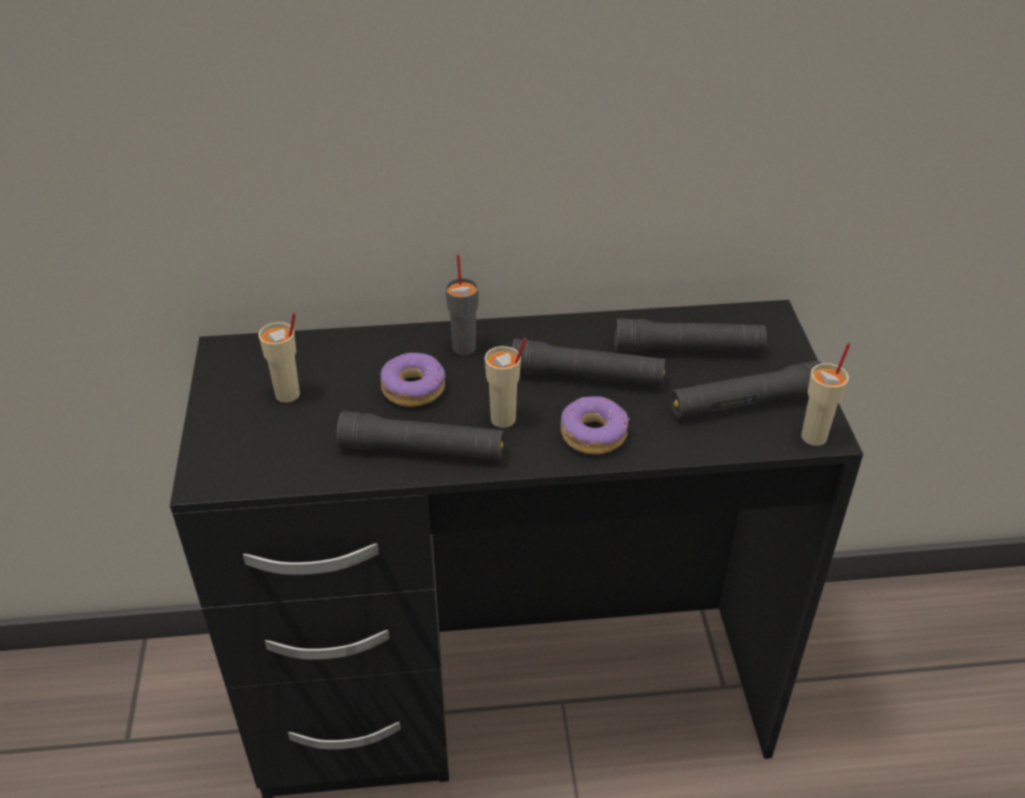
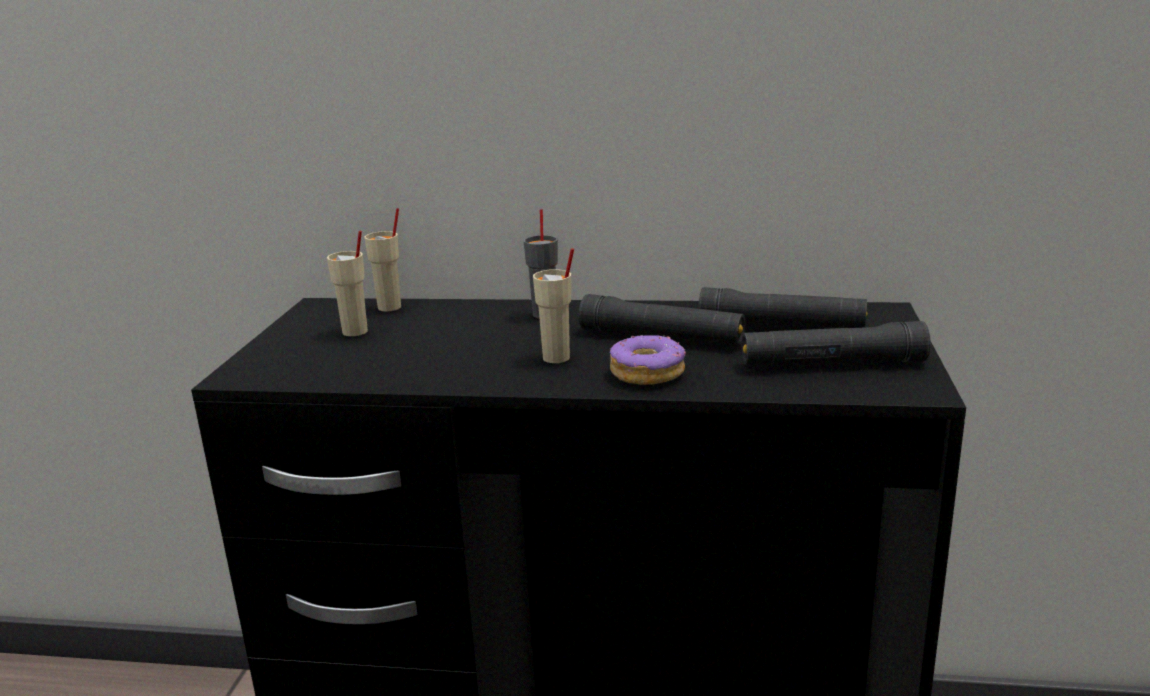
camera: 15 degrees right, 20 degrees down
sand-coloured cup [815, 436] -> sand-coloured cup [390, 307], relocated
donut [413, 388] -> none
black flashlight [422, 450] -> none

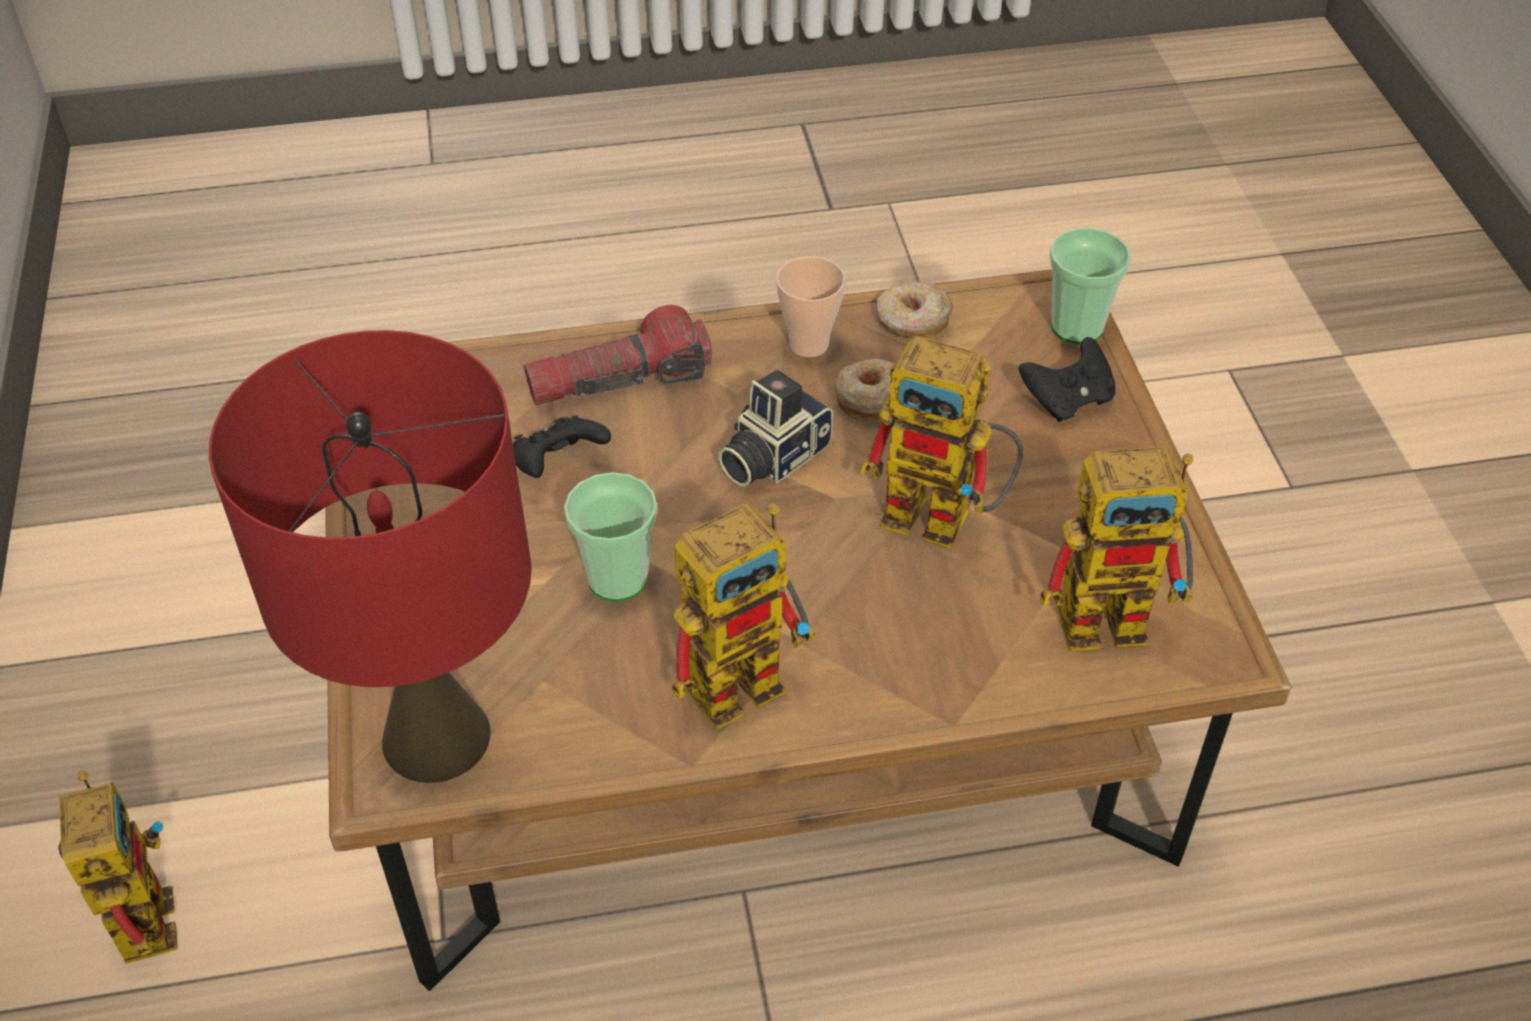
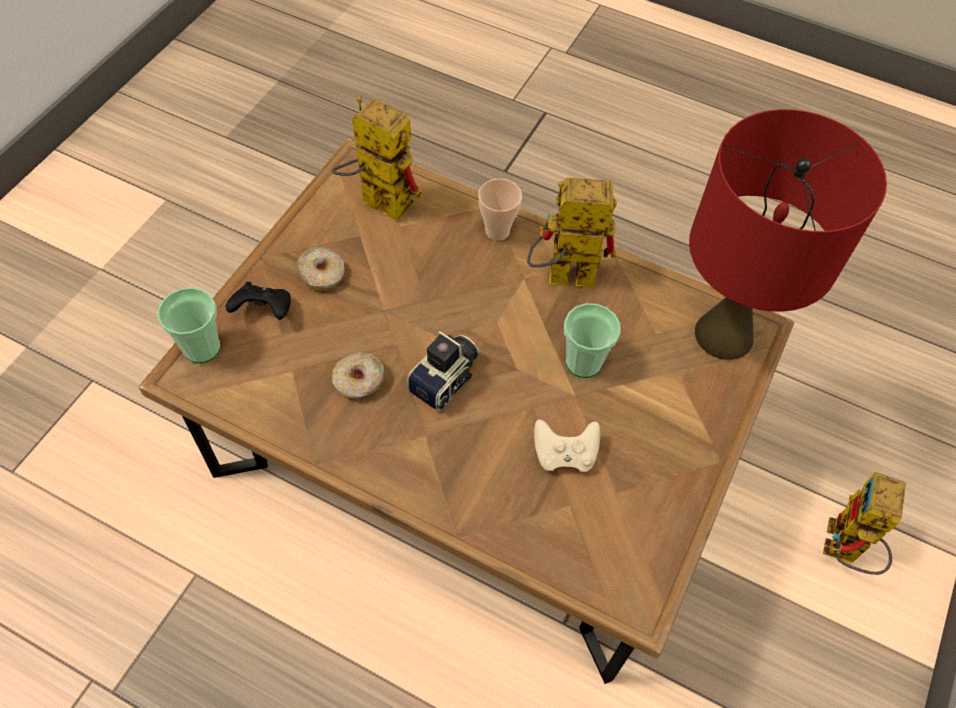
camera: 145 degrees left, 10 degrees up
cup [809, 344] -> cup [497, 231], relocated
donut [912, 321] -> donut [322, 274], relocated
flashlight [620, 380] -> none
toy robot [945, 518] -> none
photo camera [771, 457] -> photo camera [446, 381], 45 degrees counterclockwise
black game controller [559, 465] -> sand-coloured game controller [564, 454]

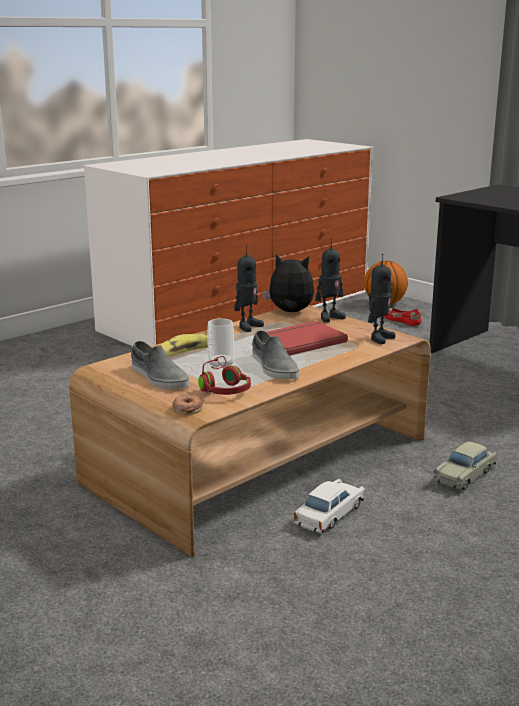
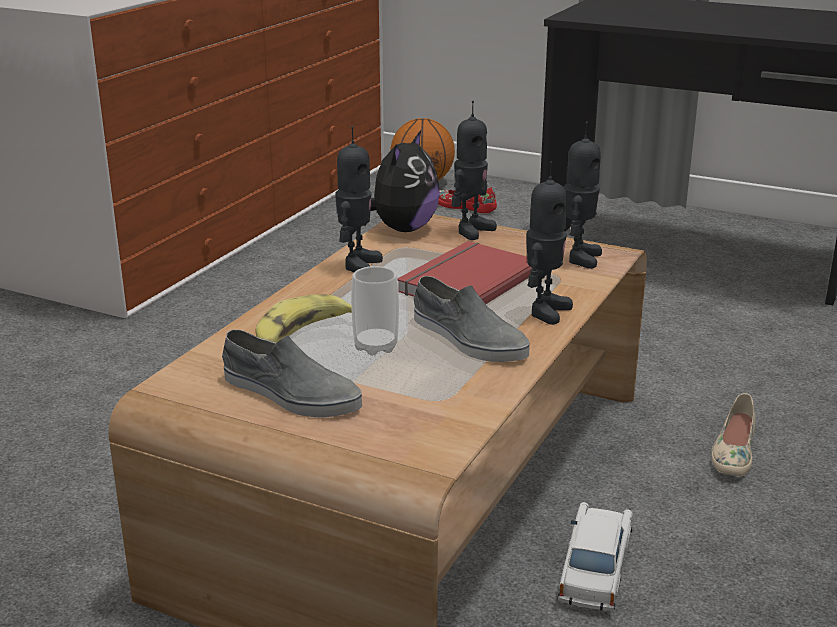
camera: 20 degrees left, 5 degrees up
soft toy [290, 312] -> soft toy [402, 228], 120 degrees clockwise
red-coloured pair of headphones [223, 387] -> none
donut [187, 408] -> none
sand-coloured model car [465, 475] -> sand-coloured low shoe [733, 452]
none -> toy robot [545, 311]

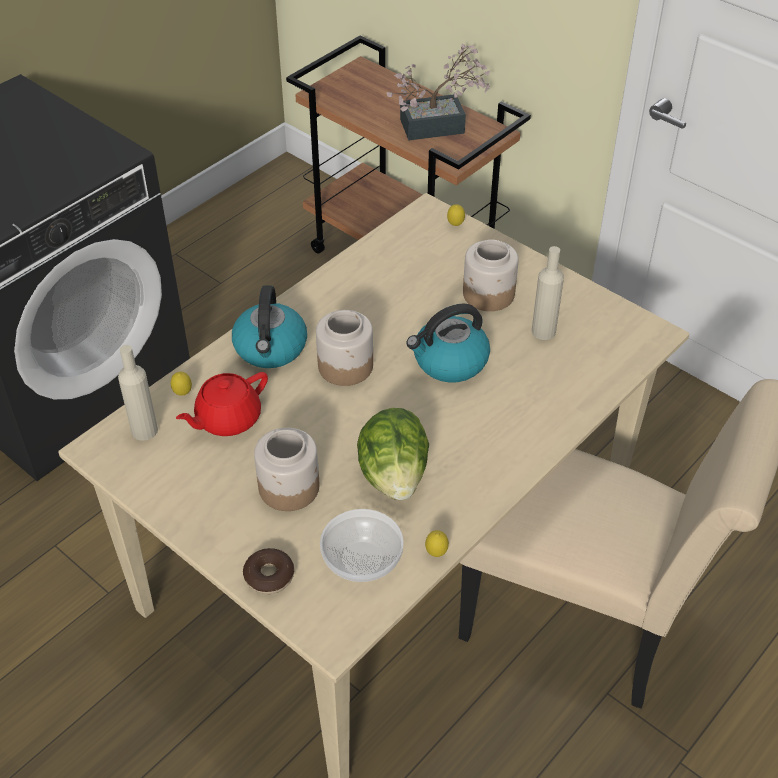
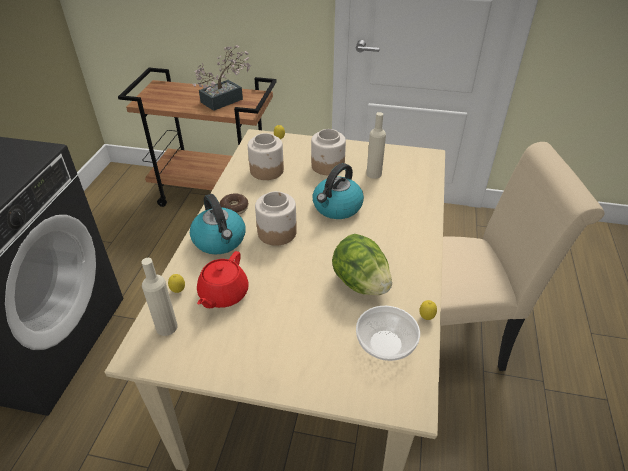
camera: 30 degrees left, 5 degrees down
storage jar [290, 487] -> storage jar [267, 170], relocated
donut [269, 576] -> donut [234, 208], relocated

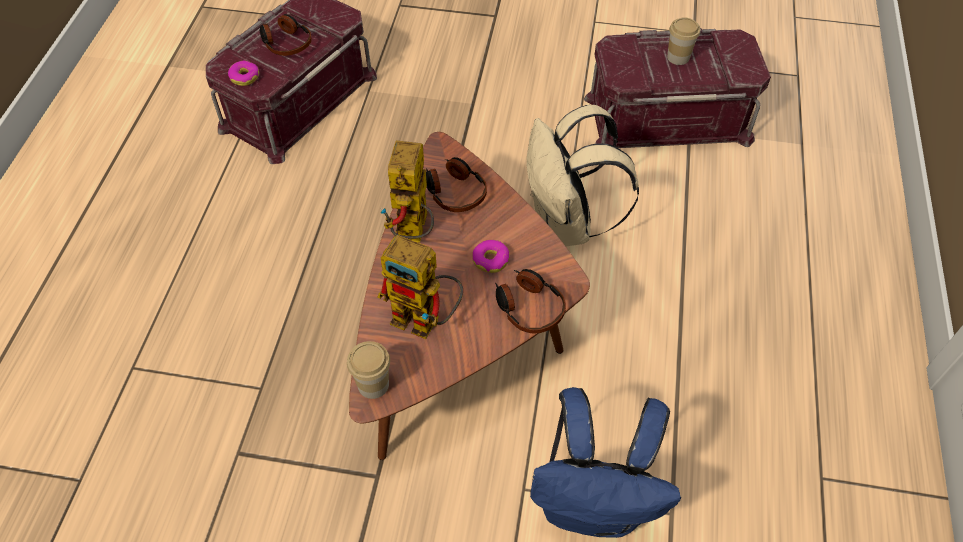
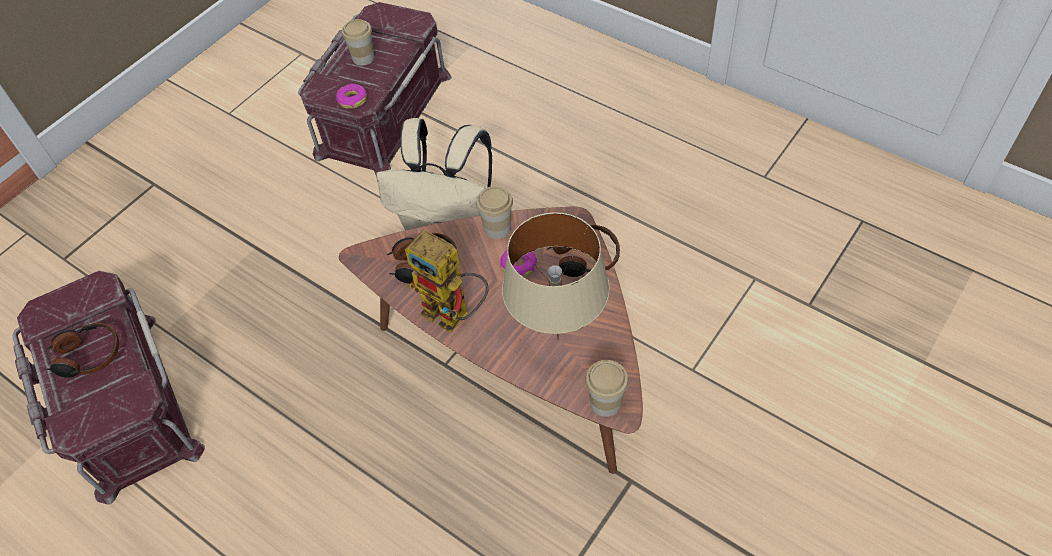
camera: 60 degrees left, 0 degrees up
donut [244, 77] -> donut [352, 100], relocated
toy robot [426, 320] -> sand-coloured tabletop lamp [557, 338]
bluish rucksack [592, 505] -> none
none -> cup [497, 228]

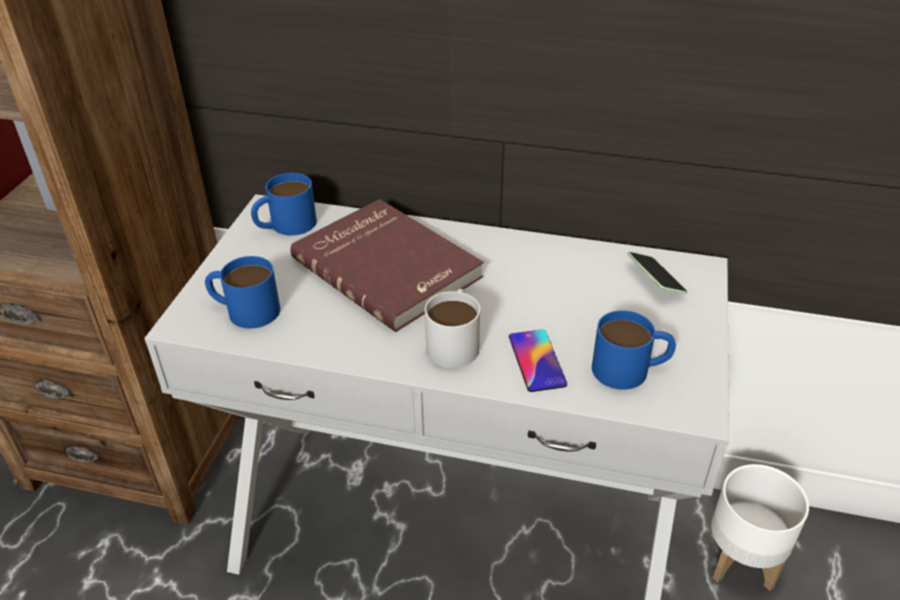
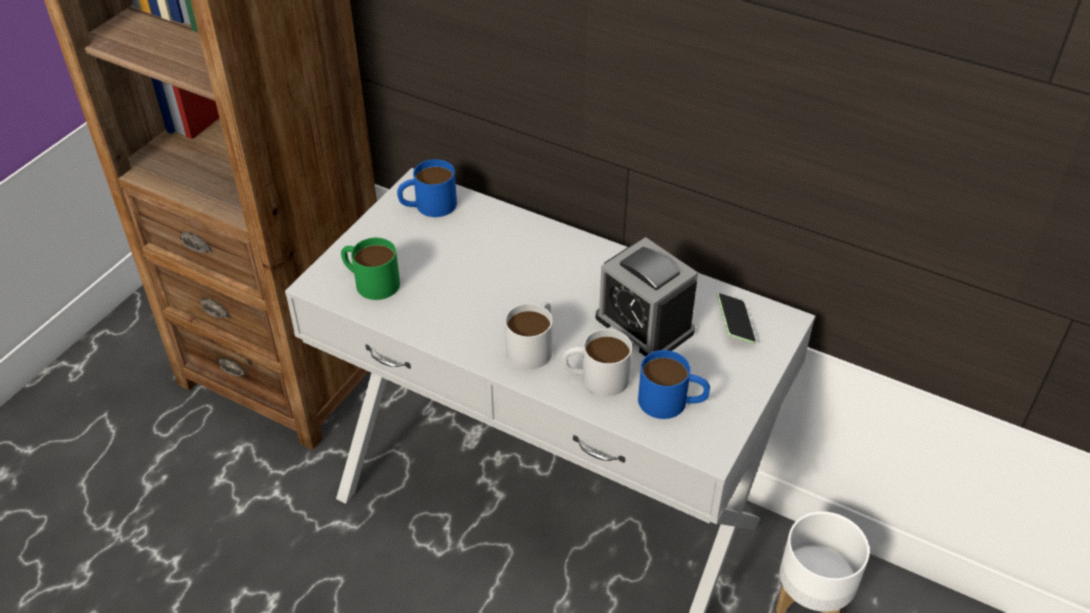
camera: 15 degrees right, 5 degrees up
red-coloured book [389, 266] -> none
bluish coffee mug [244, 309] -> greenish coffee mug [370, 281]
telephone [537, 360] -> white-coloured coffee mug [595, 377]
none -> bedside clock [644, 324]

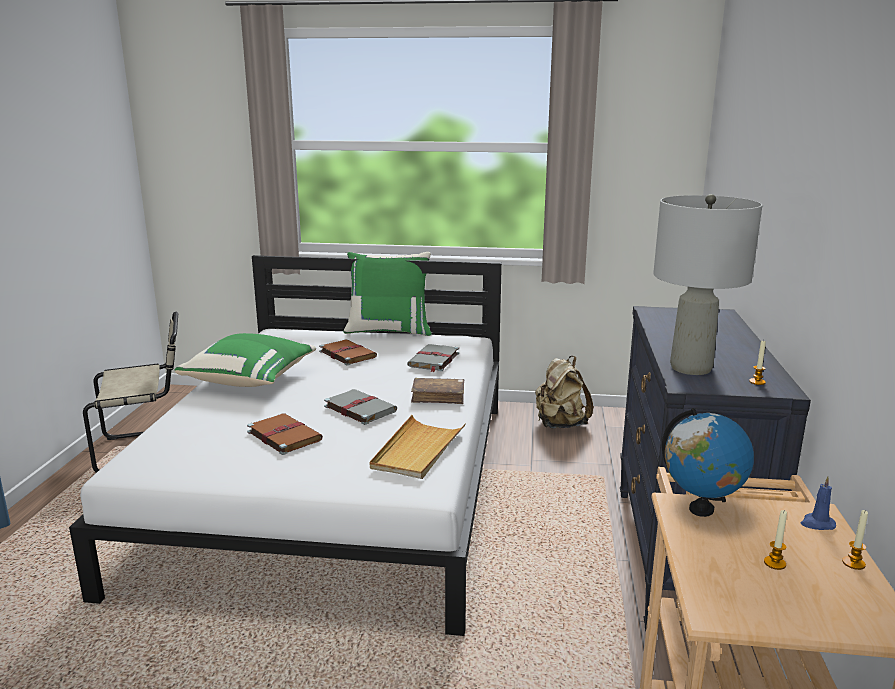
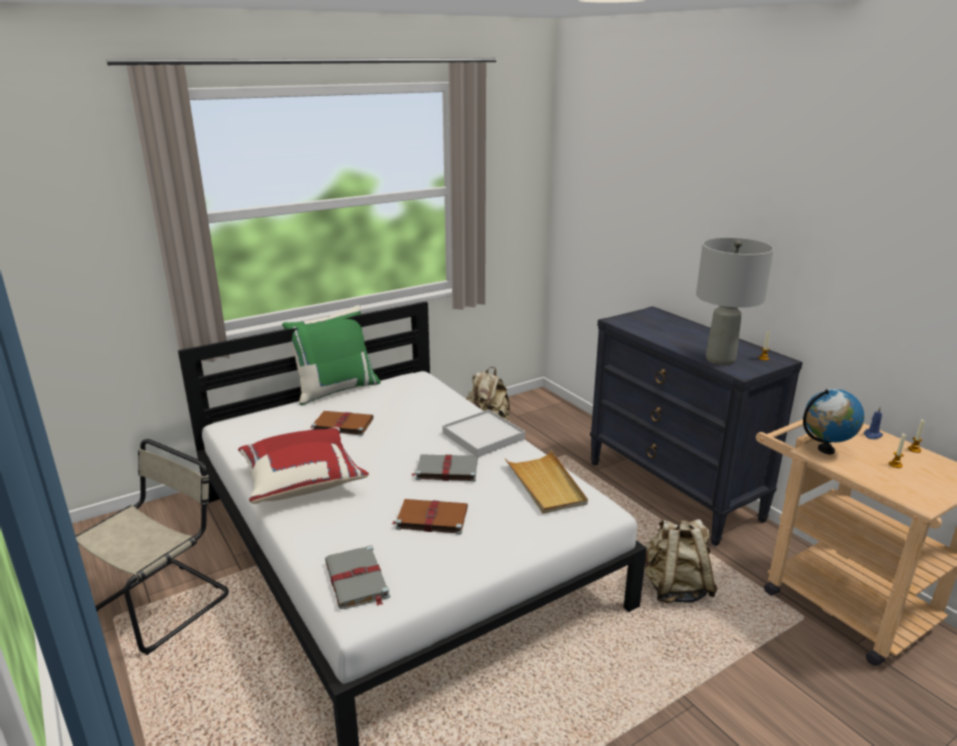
camera: 40 degrees left, 5 degrees up
greenish pillow [251, 380] -> red-coloured pillow [302, 481]
greyish book [433, 360] -> greyish book [357, 580], relocated
brown book [438, 397] -> white-coloured carrying tray [483, 436]
none -> sand-coloured rucksack [674, 588]

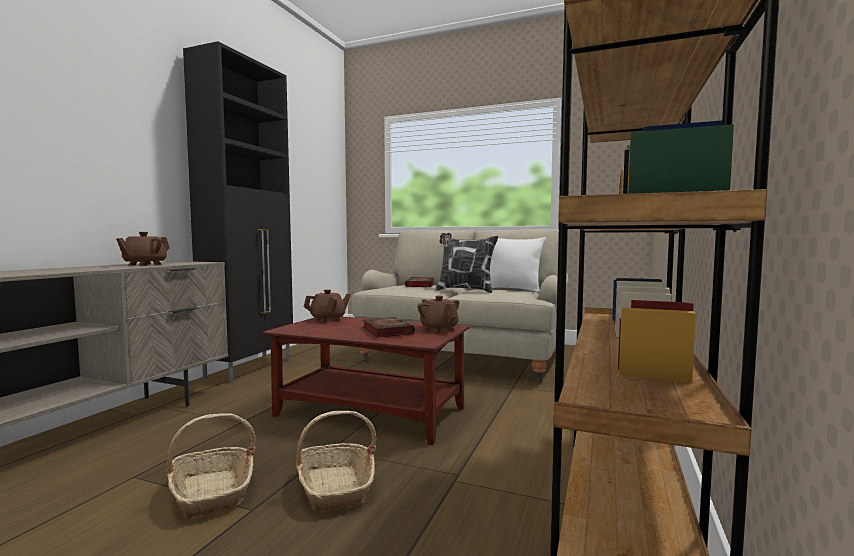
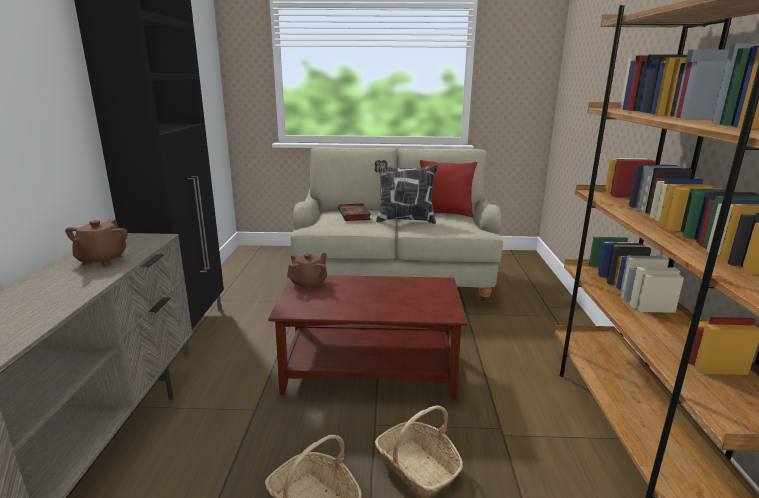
camera: 20 degrees left, 15 degrees up
white-coloured pillow [513, 289] -> red-coloured pillow [444, 213]
brown pot for tea [438, 329] -> none
book [386, 331] -> none

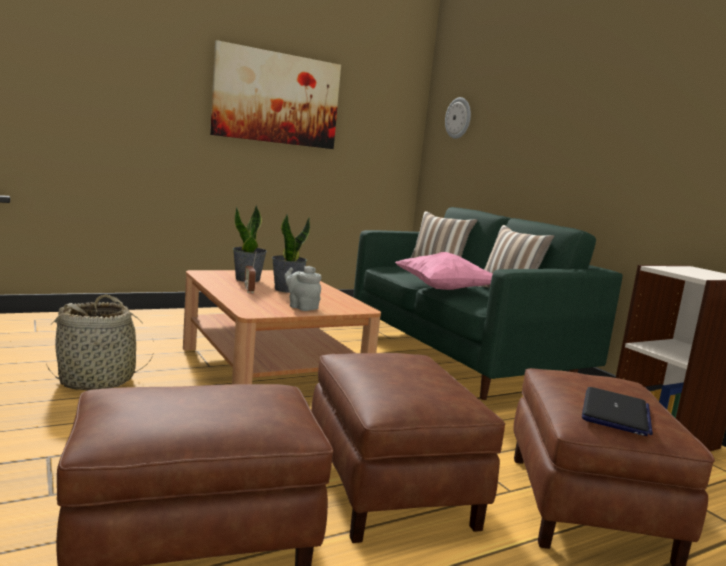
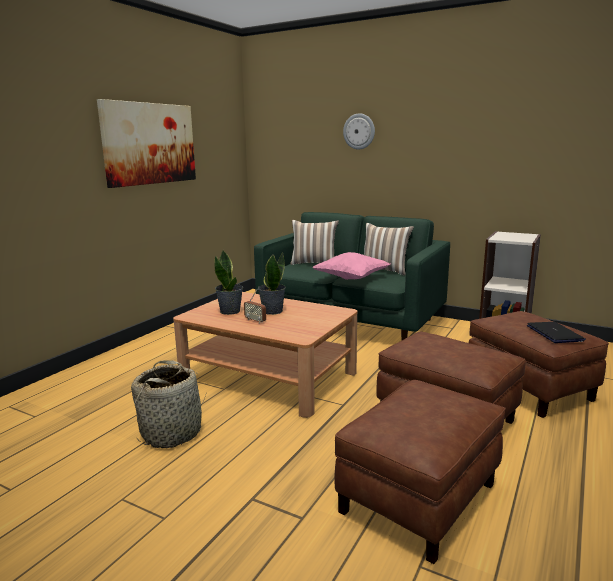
camera: 30 degrees left, 5 degrees up
wall clock [458, 118] -> wall clock [359, 131], relocated
greyish pot for tea [301, 307] -> none

